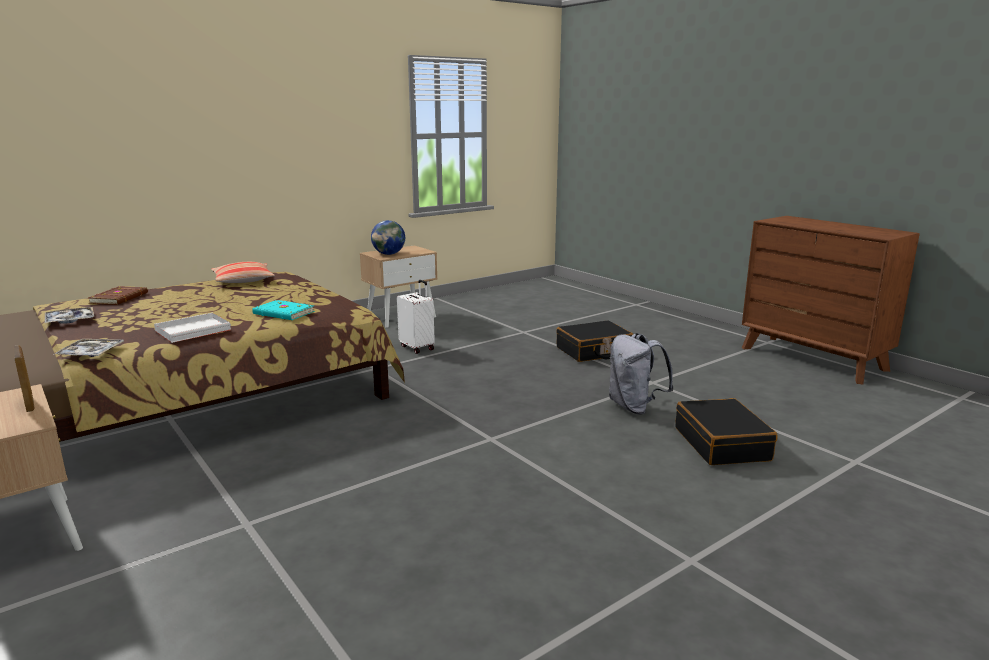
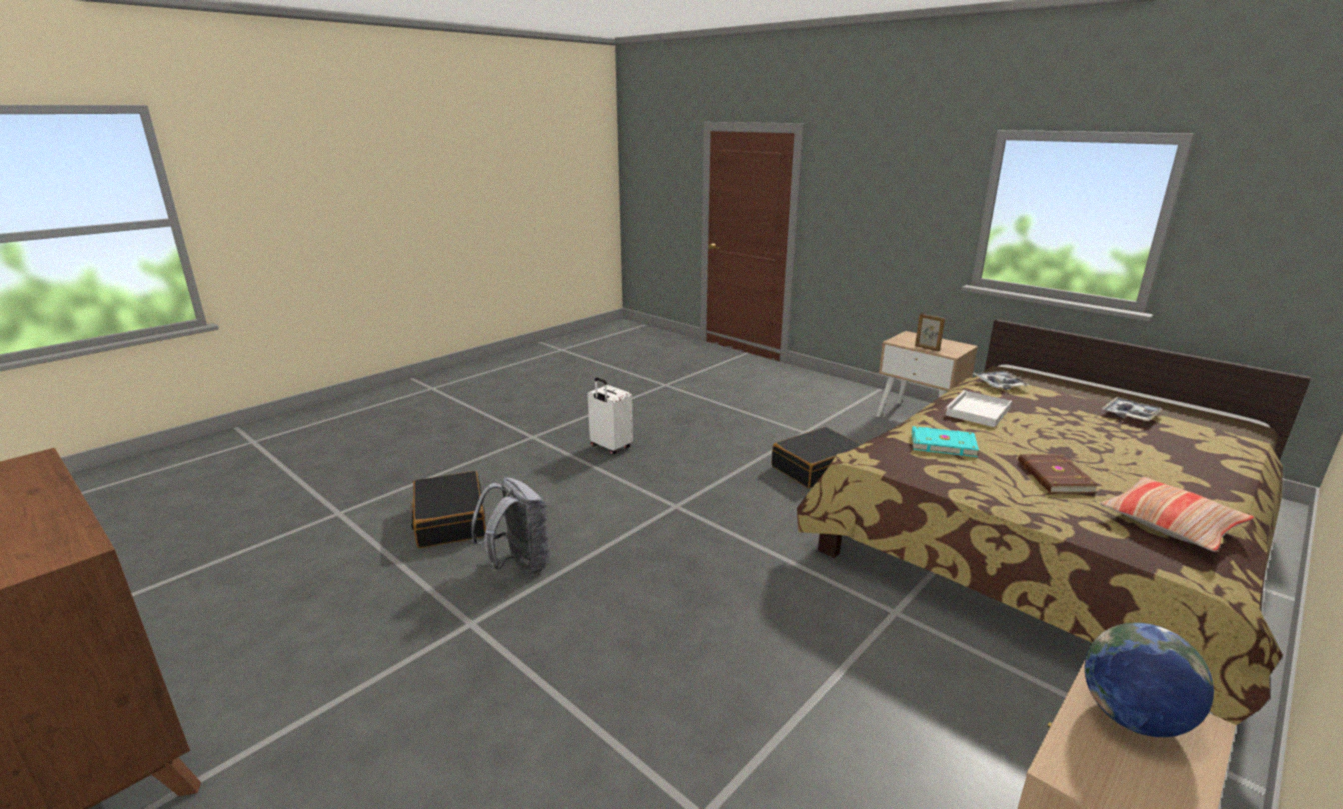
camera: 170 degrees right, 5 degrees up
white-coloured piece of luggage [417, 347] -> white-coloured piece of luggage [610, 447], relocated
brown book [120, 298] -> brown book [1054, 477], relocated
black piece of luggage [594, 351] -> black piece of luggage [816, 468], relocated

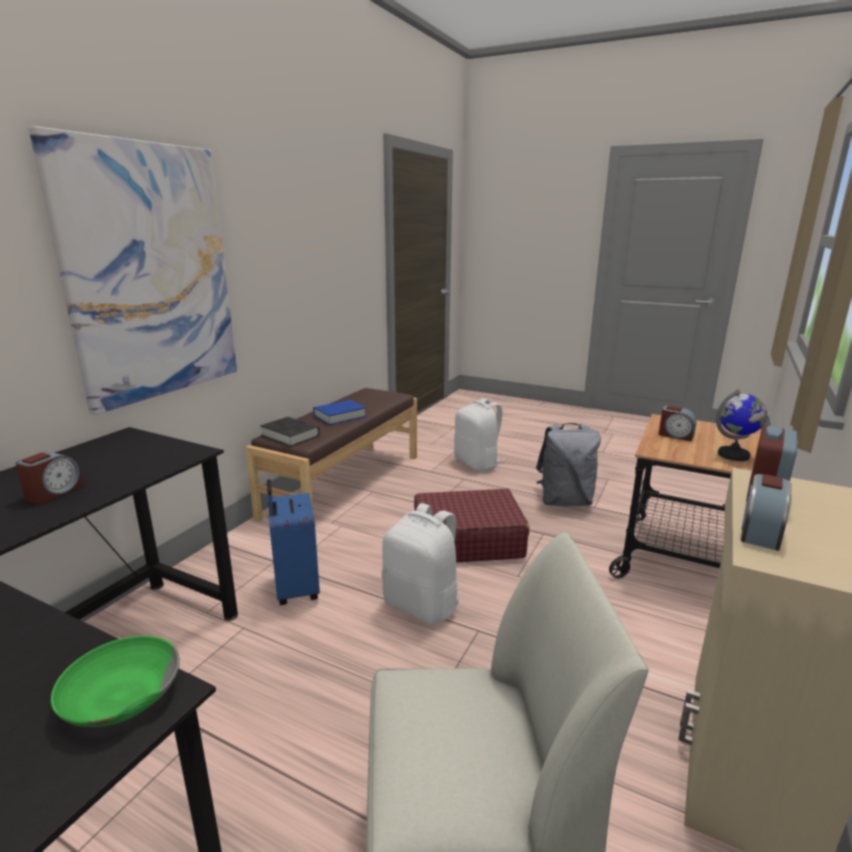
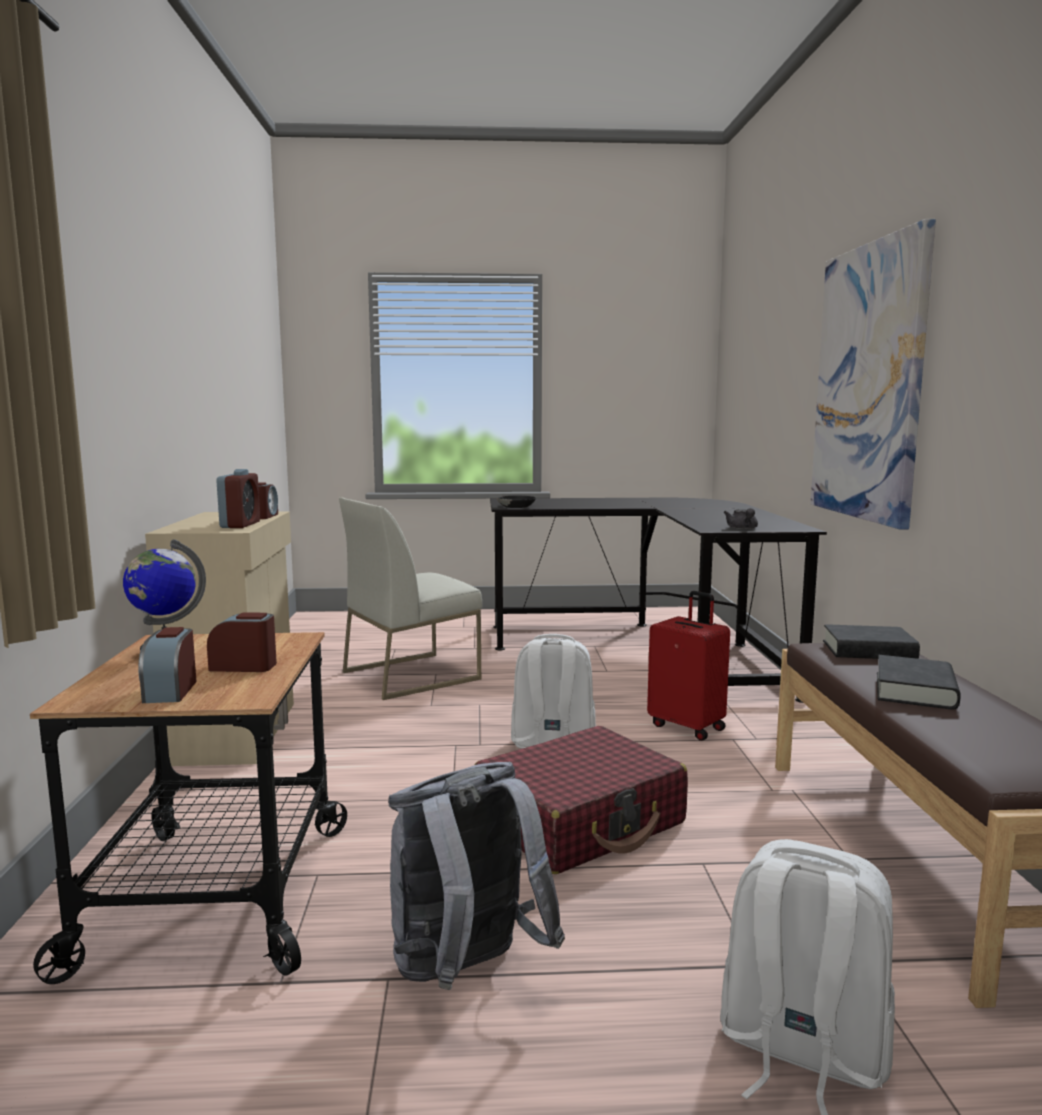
camera: 150 degrees right, 10 degrees down
bluish book [340, 416] -> black book [915, 691]
bedside clock [54, 493] -> bedside clock [170, 691], relocated
bluish piece of luggage [295, 589] -> red-coloured piece of luggage [688, 726]
greenish deep dish [119, 696] -> black deep dish [516, 506]
none -> greyish pot for tea [743, 528]

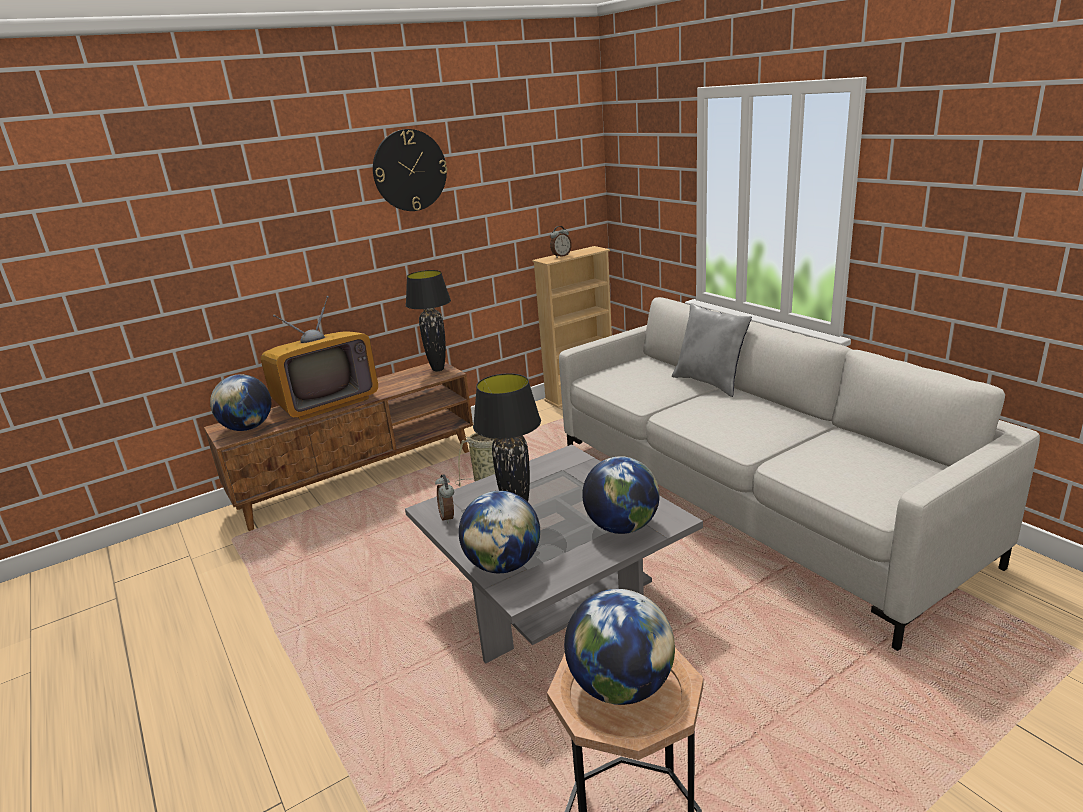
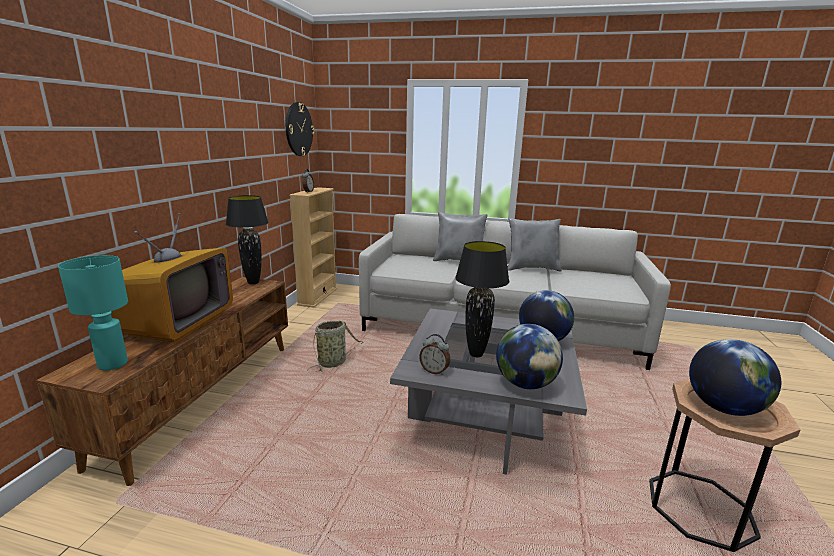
camera: 45 degrees left, 5 degrees down
wall clock [409, 170] -> wall clock [298, 129], relocated
desk globe [248, 428] -> turquoise-coloured tabletop lamp [113, 364]
none -> greyish pillow [532, 268]

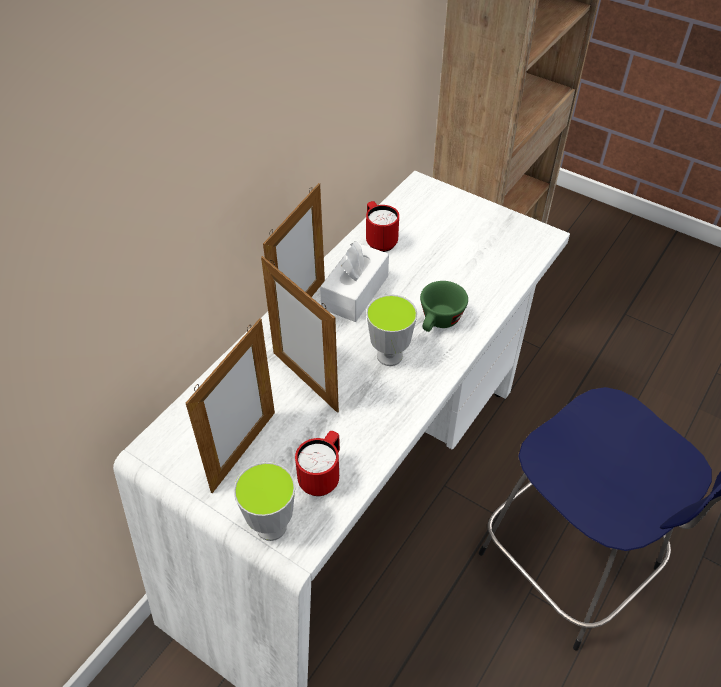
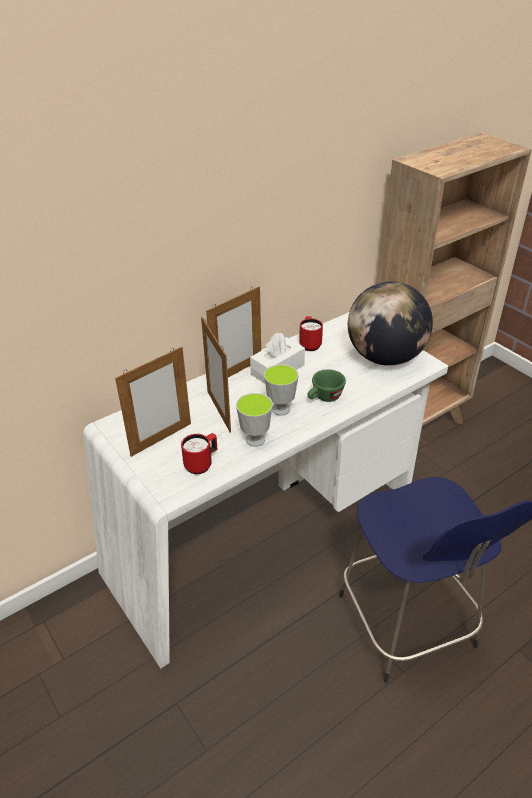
camera: 20 degrees right, 10 degrees down
cup [271, 526] -> cup [255, 440], relocated
none -> desk globe [385, 357]

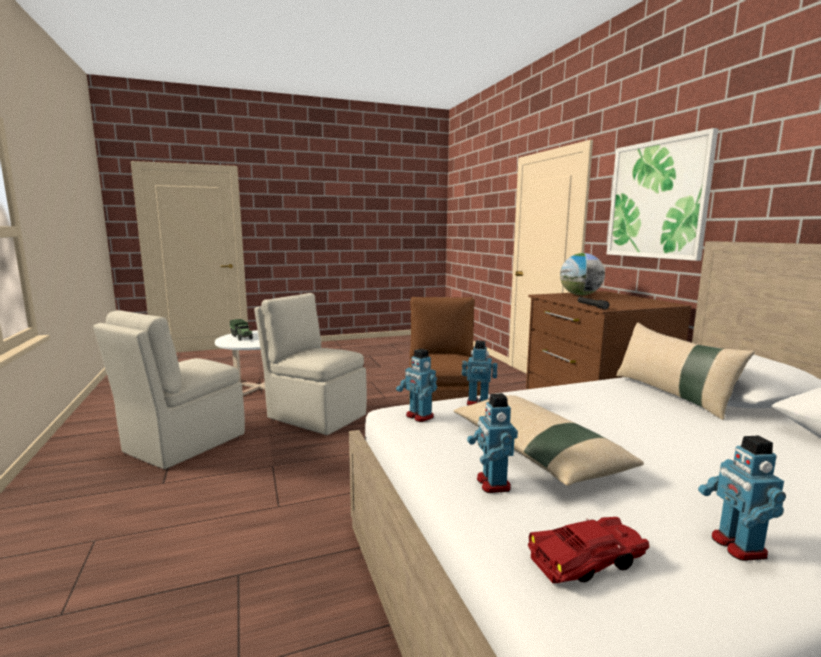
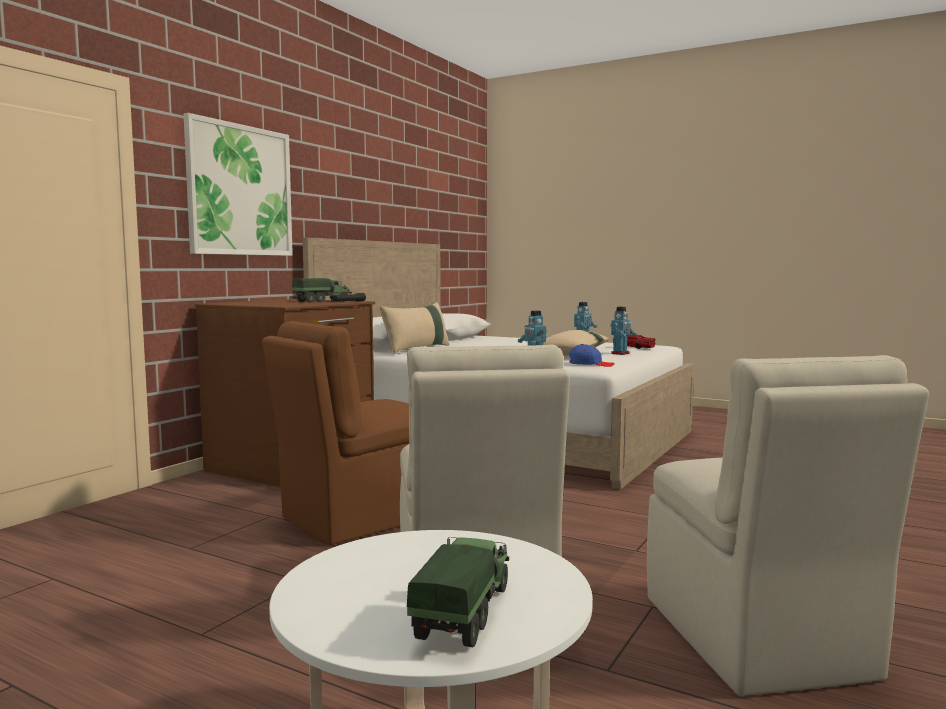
camera: 130 degrees left, 5 degrees down
desk globe [580, 295] -> none
sand-coloured upright chair [182, 444] -> sand-coloured upright chair [757, 639], 90 degrees clockwise
toy robot [419, 416] -> bluish cap [591, 364]
none -> model truck [323, 301]

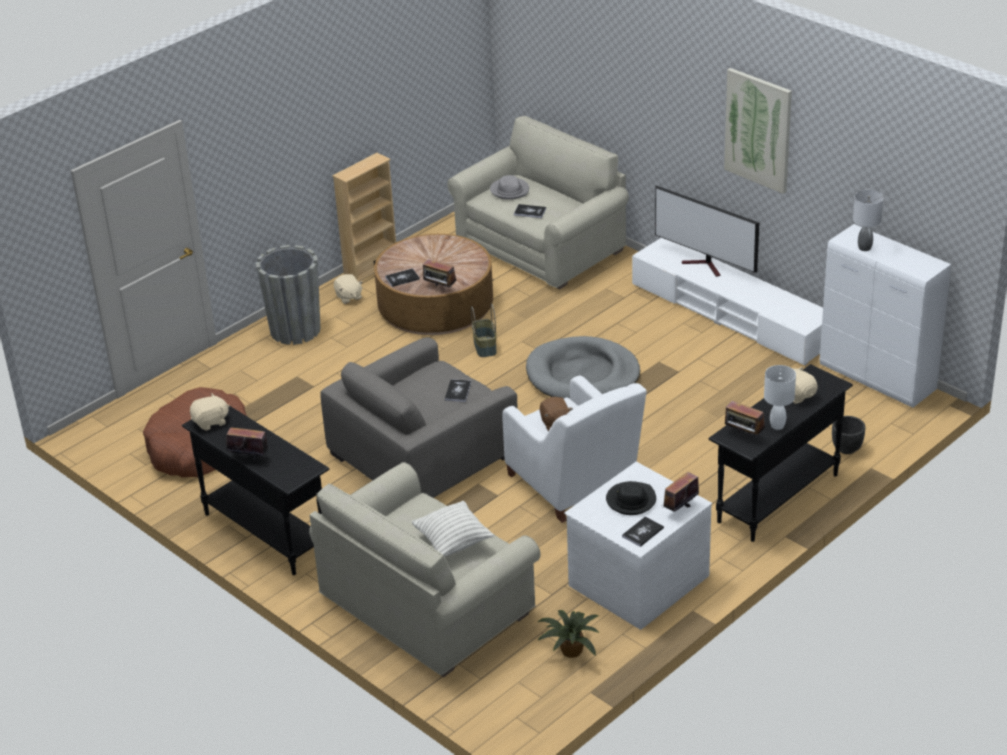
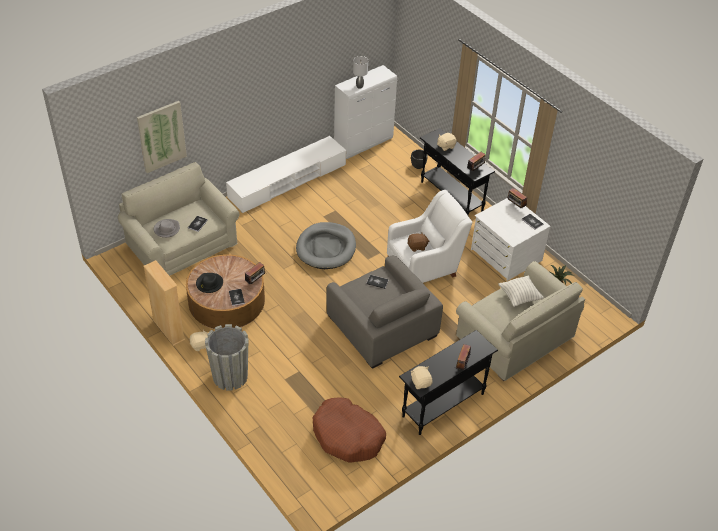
camera: 85 degrees left, 10 degrees up
wall art [758, 130] -> wall art [162, 136], relocated
TV set [706, 266] -> none
household basket [485, 347] -> none
white-coloured tabletop lamp [777, 425] -> none
black wearable hat [631, 500] -> black wearable hat [209, 284], relocated

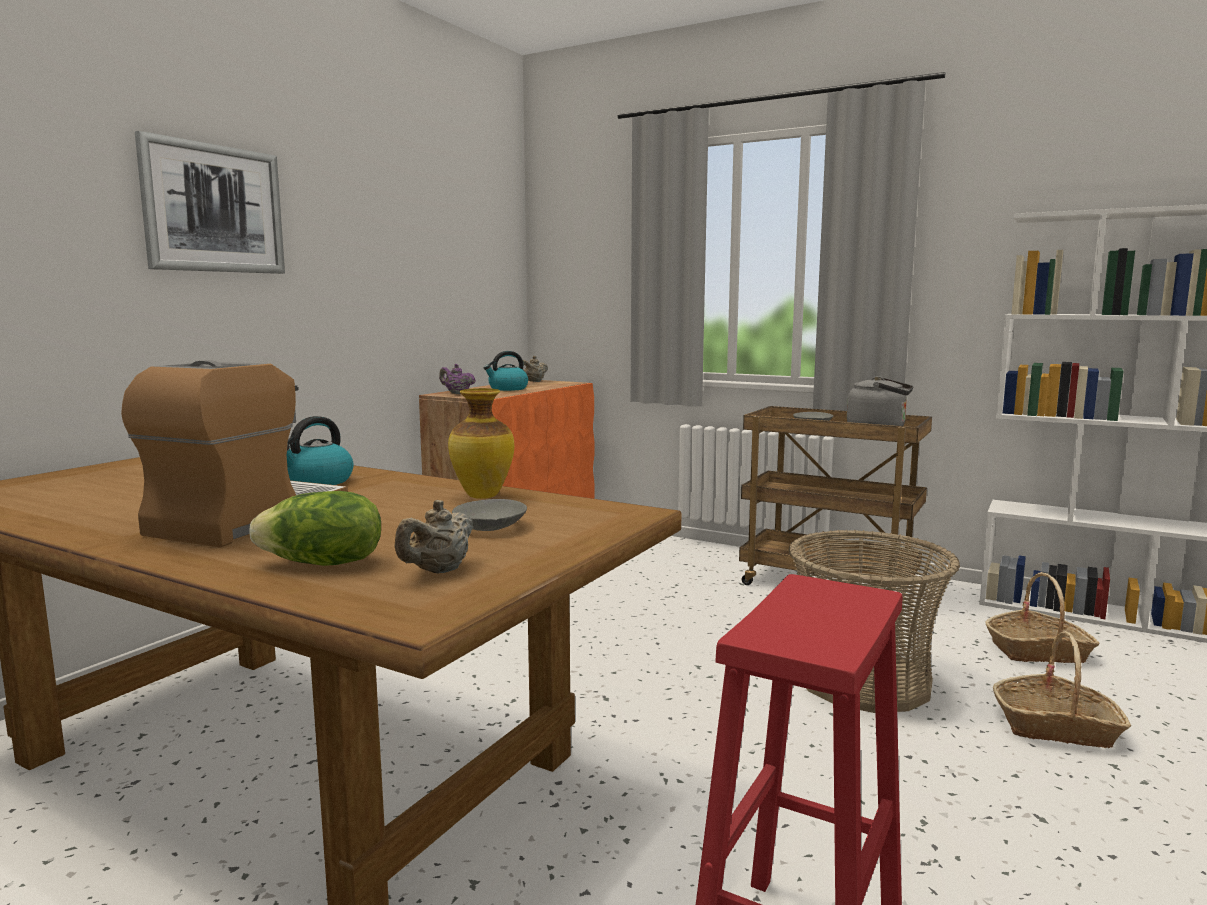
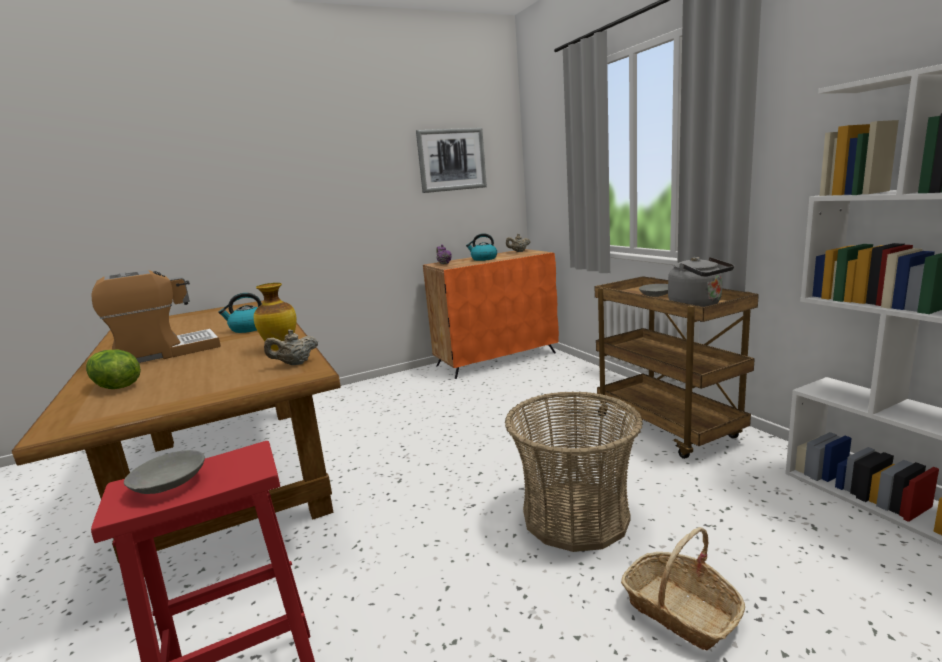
camera: 35 degrees right, 5 degrees up
wall art [214, 209] -> wall art [452, 160], relocated
greyish deep dish [489, 527] -> greyish deep dish [168, 484], relocated
sand-coloured pot for tea [438, 571] -> sand-coloured pot for tea [295, 364], relocated
household basket [1038, 651] -> none

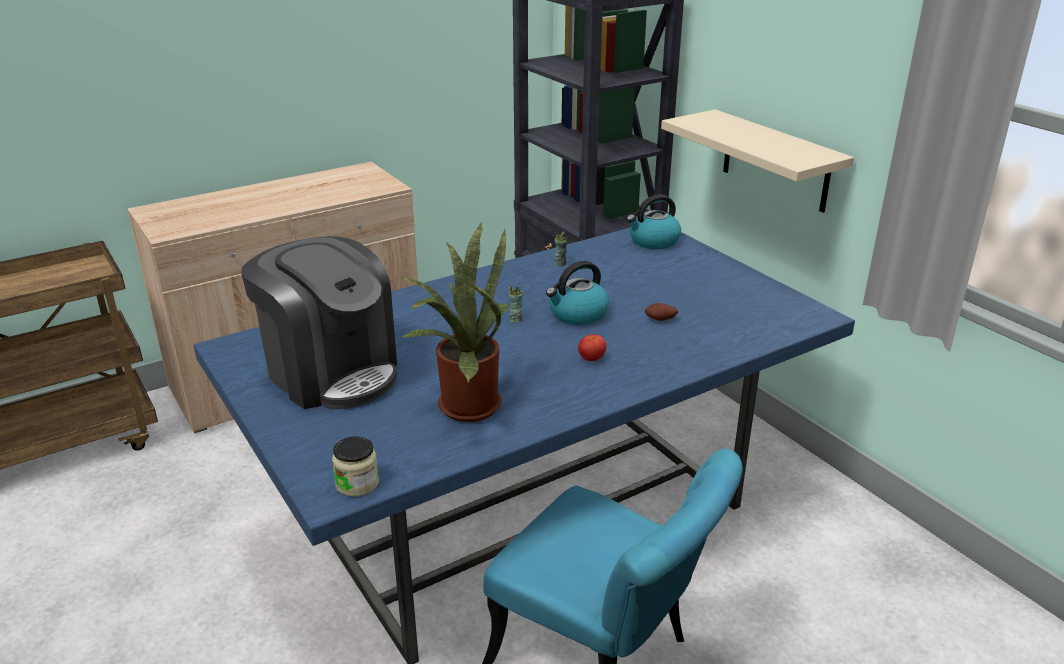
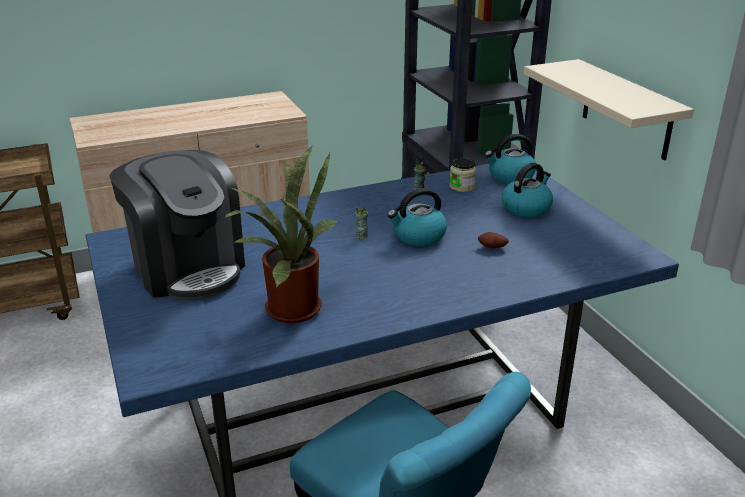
camera: 10 degrees right, 0 degrees up
tomato [591, 359] -> none
storage jar [357, 483] -> storage jar [462, 187], relocated
none -> tea kettle [526, 208]

